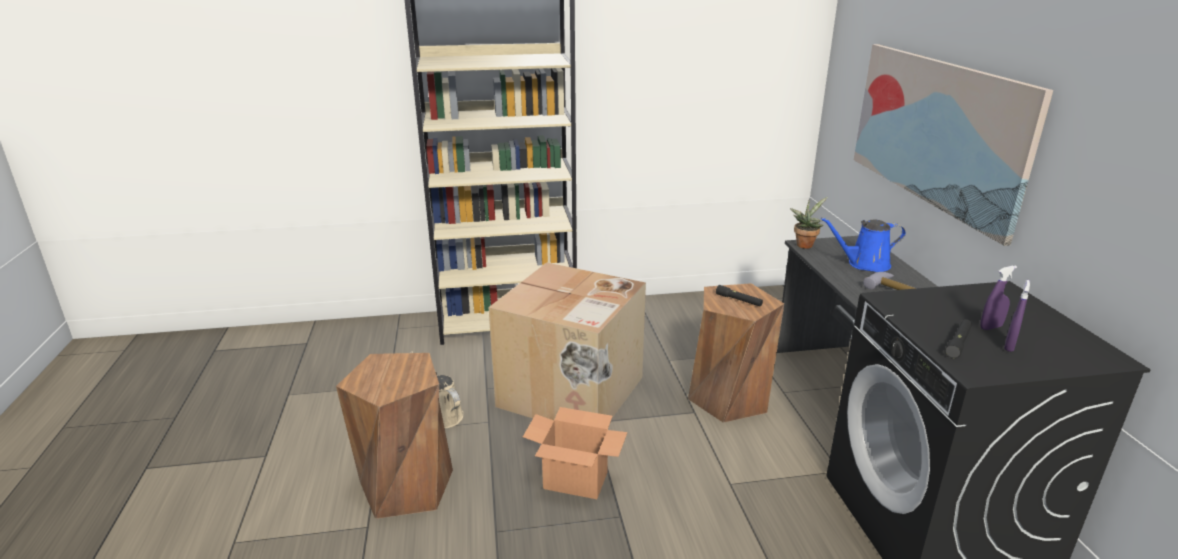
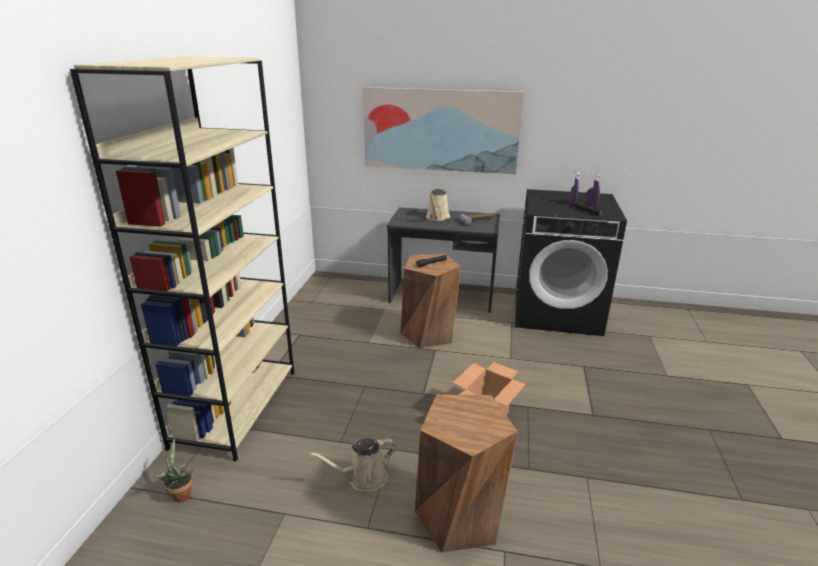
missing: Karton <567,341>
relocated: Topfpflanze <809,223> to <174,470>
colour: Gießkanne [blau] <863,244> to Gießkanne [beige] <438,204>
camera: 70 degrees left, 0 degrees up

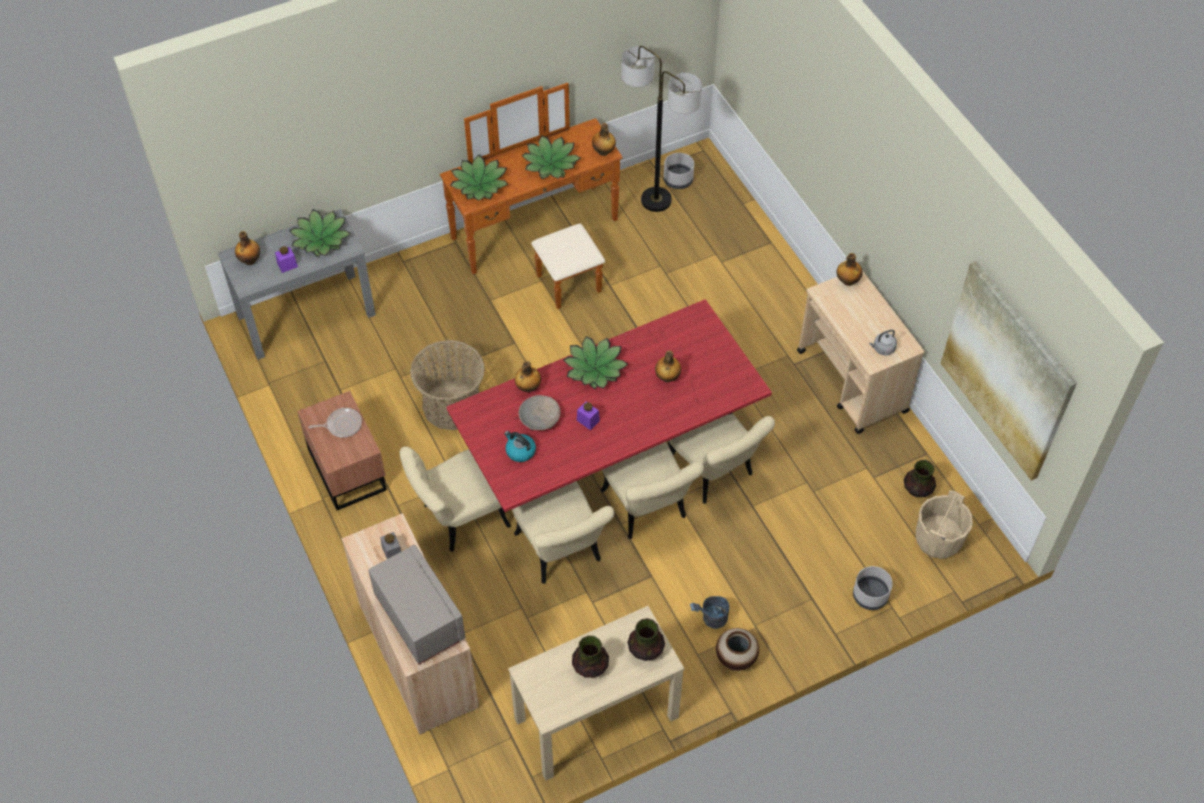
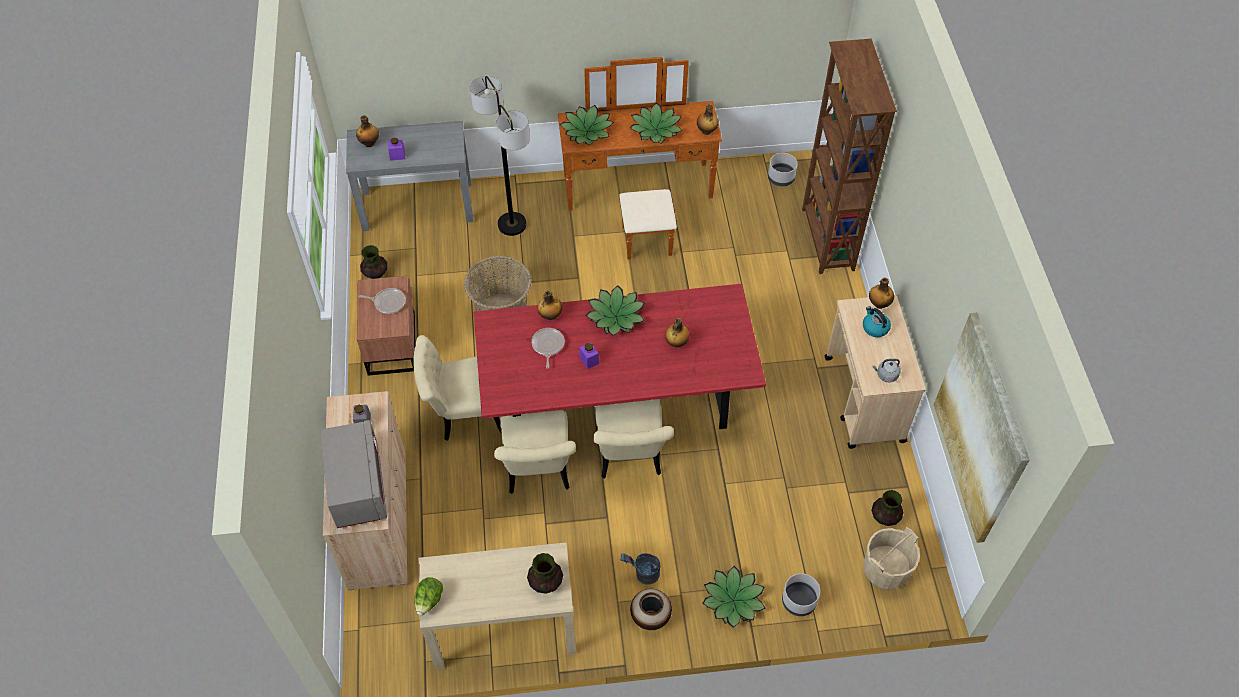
missing: Stuhl [beige] <721,458>
appeared: Bücherregal [braun] <849,156>; Salatkopf <428,596>
relocated: Stehlampe <661,129> to <500,156>; Topfpflanze <320,233> to <734,597>; Wasserkessel <520,446> to <877,321>; Vase <590,657> to <373,262>
exchanged: Schüssel [beige] <540,412> to Pfanne <548,348>
camera: 20 degrees right, 0 degrees up

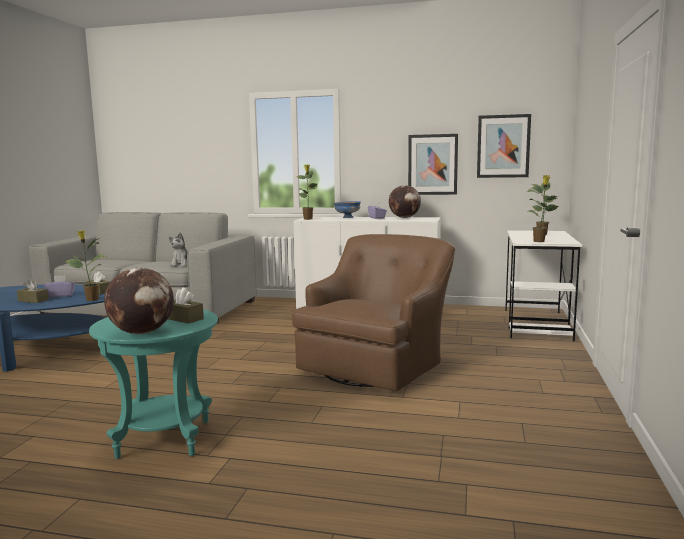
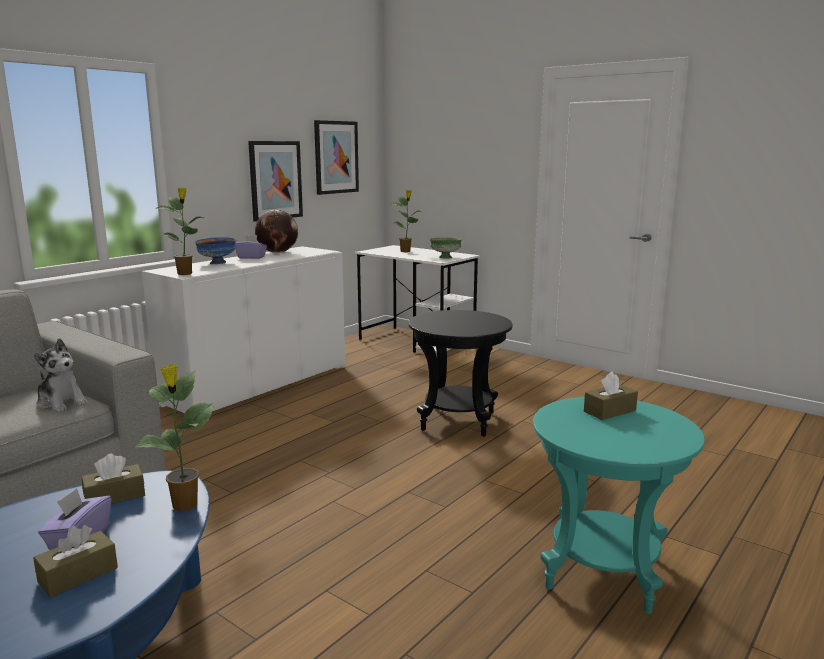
missing: Globus <139,301>
exchanged: Topfpflanze <543,209> to Schüssel [grün] <446,248>; Sessel [braun] <373,312> to Beistelltisch [schwarz] <460,373>
camera: 65 degrees left, 5 degrees up

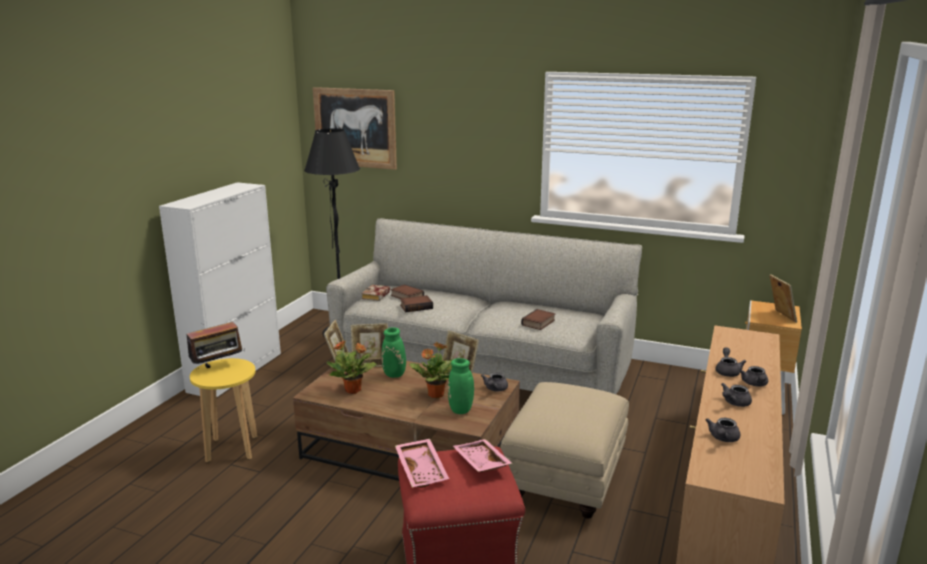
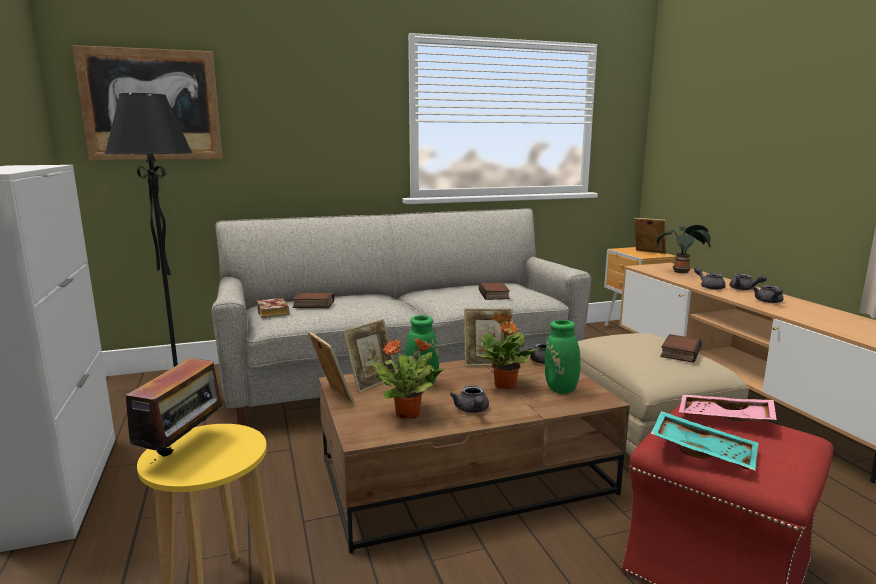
appeared: Topfpflanze <684,249>
relocated: Buch <416,303> to <681,348>; Teekanne [grau] <723,430> to <469,399>
colour: Tablett [rosa] <422,463> to Tablett [türkis] <704,440>
camera: 40 degrees left, 5 degrees down

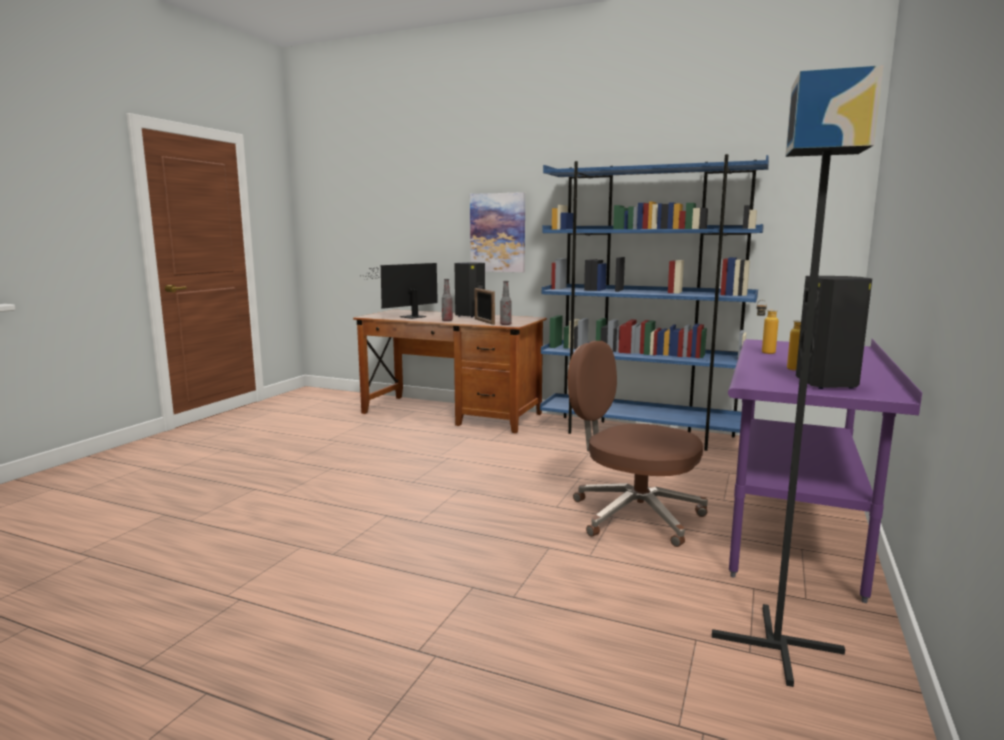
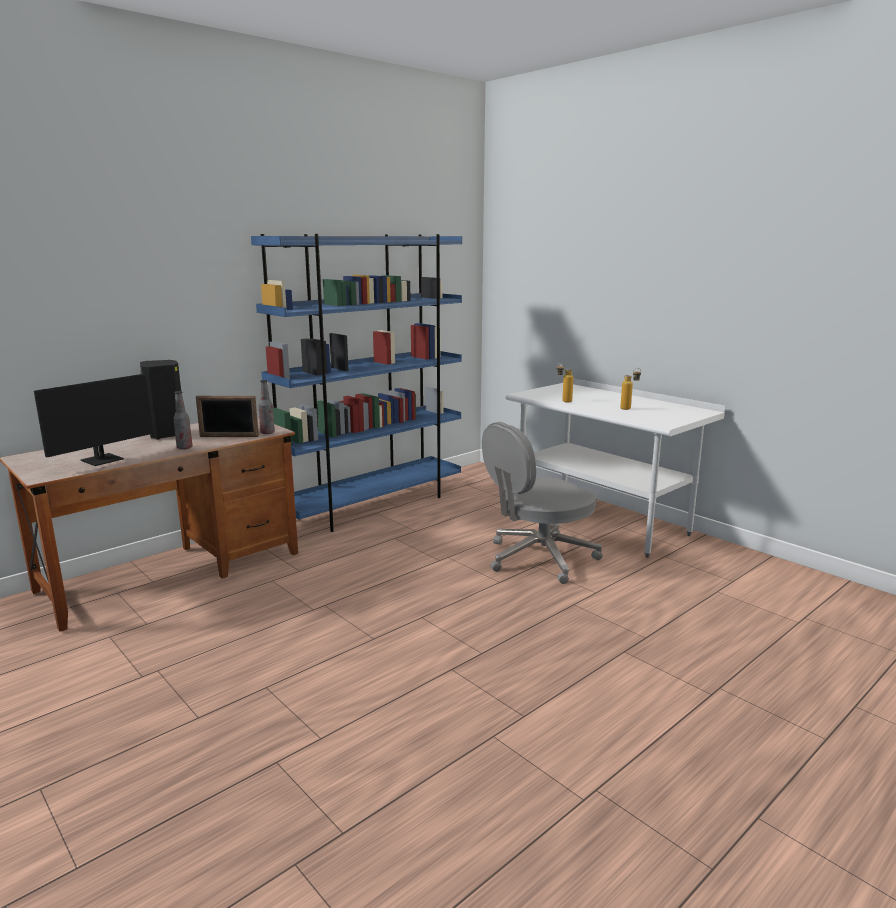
missing: Stehlampe [schwarz] <798,376>; Bild <497,232>; Lautsprecher [schwarz] <834,332>
colour: Schreibtisch [lila] <825,471> to Schreibtisch [weiß] <615,468>; Bürostuhl [braun] <638,444> to Bürostuhl [grau] <542,503>
spun: Monitor <399,291> = <105,420> 120 degrees counterclockwise
camera: 65 degrees left, 5 degrees up

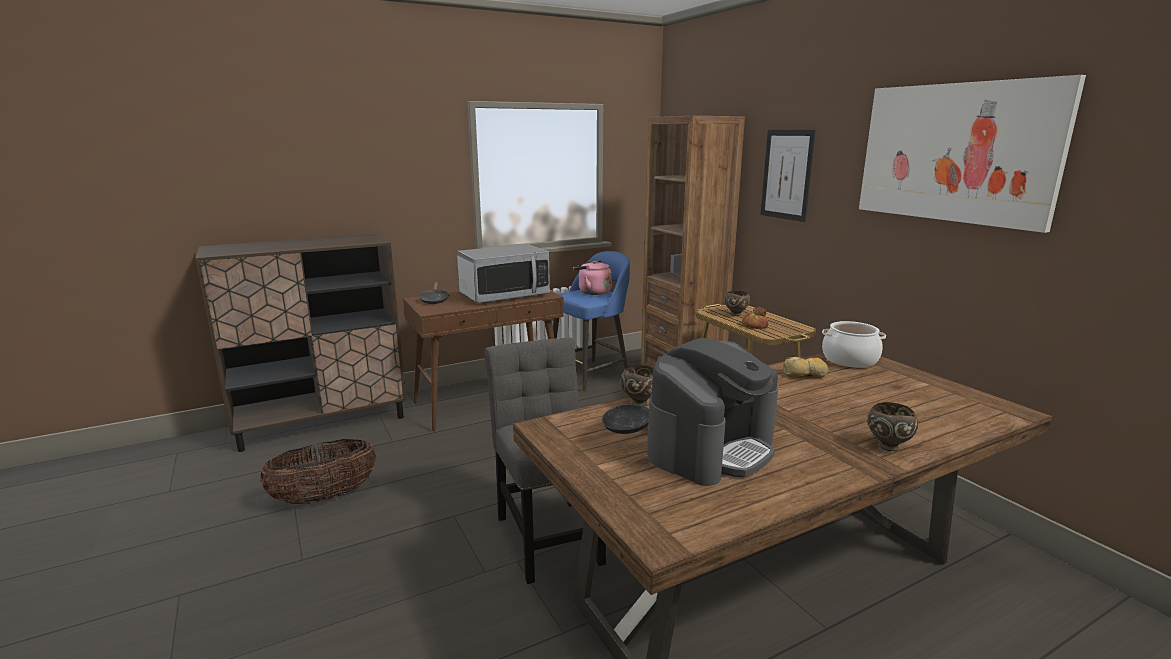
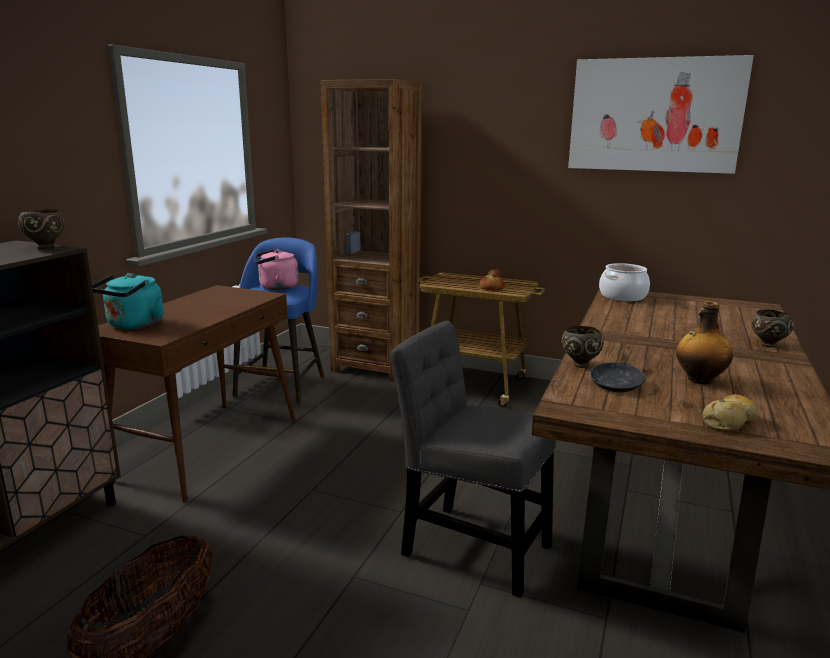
missing: Bild <788,176>; Mikrowelle <503,273>
relocated: Schüssel [braun] <737,303> to <41,229>; Brot <805,367> to <730,413>
exchanged: Pfanne [schwarz] <434,293> to Wasserkessel [türkis] <128,301>; Kaffeemaschine <712,412> to Flasche <704,343>
camera: 40 degrees left, 0 degrees up

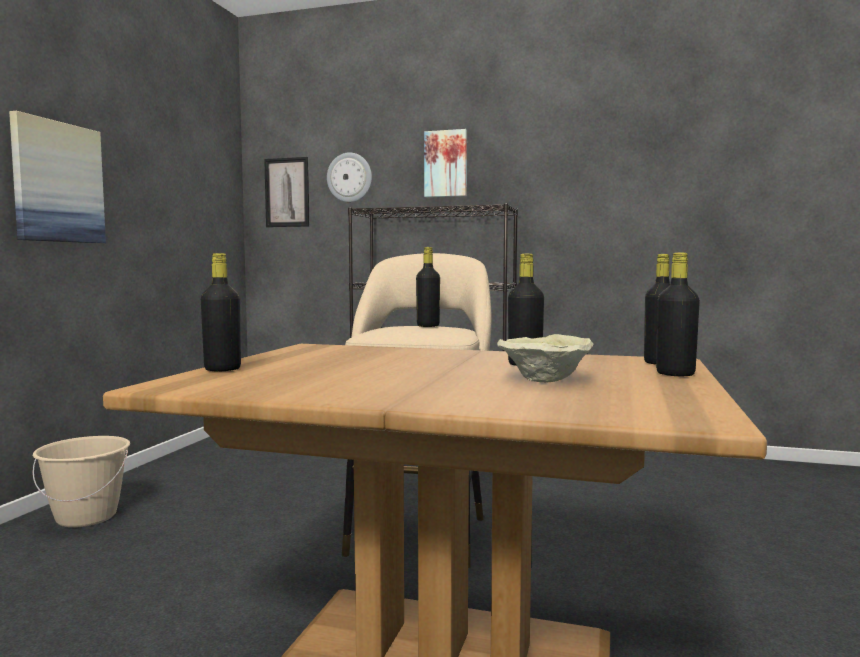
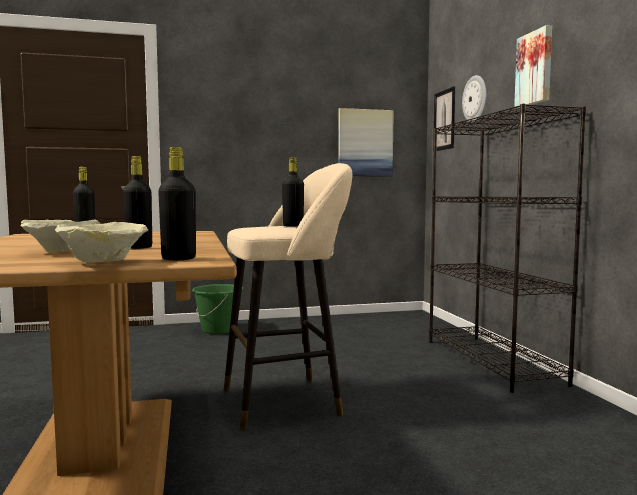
relocated: Bild <57,177> to <366,142>
exchanged: Flasche [schwarz] <678,314> to Schüssel [beige] <101,242>
colour: Eimer [beige] <81,482> to Eimer [grün] <217,309>
camera: 60 degrees right, 0 degrees up

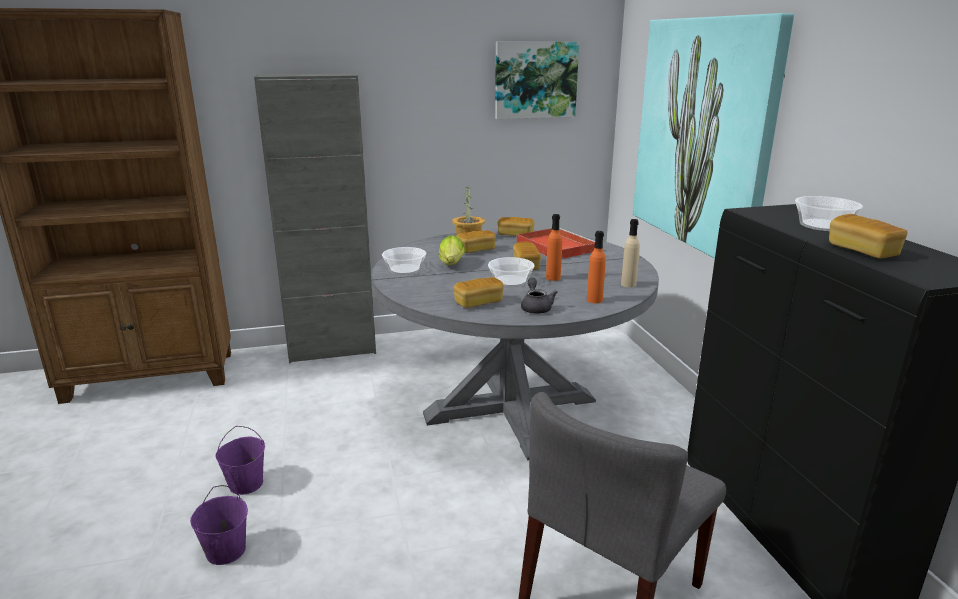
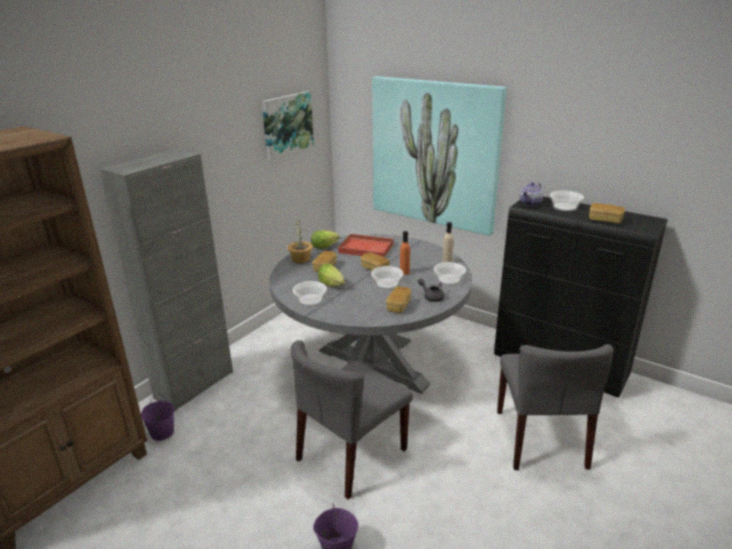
appeared: Teekanne <531,194>; Stuhl [grau] <352,419>
relocated: Eimer [lila] <240,460> to <157,418>
exchanged: Brot <516,226> to Salatkopf <325,239>; Flasche [orange] <596,267> to Schüssel <450,273>
camera: 40 degrees left, 5 degrees up

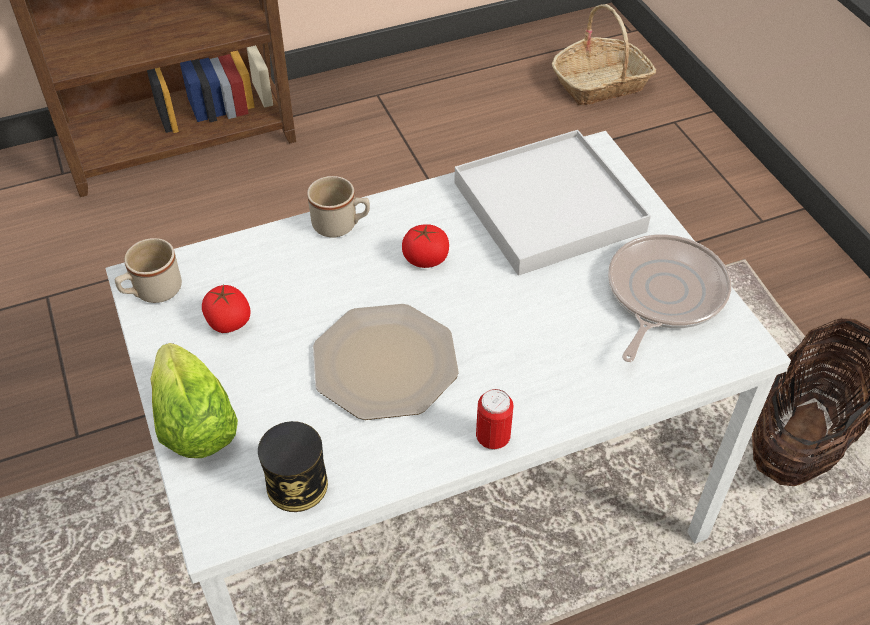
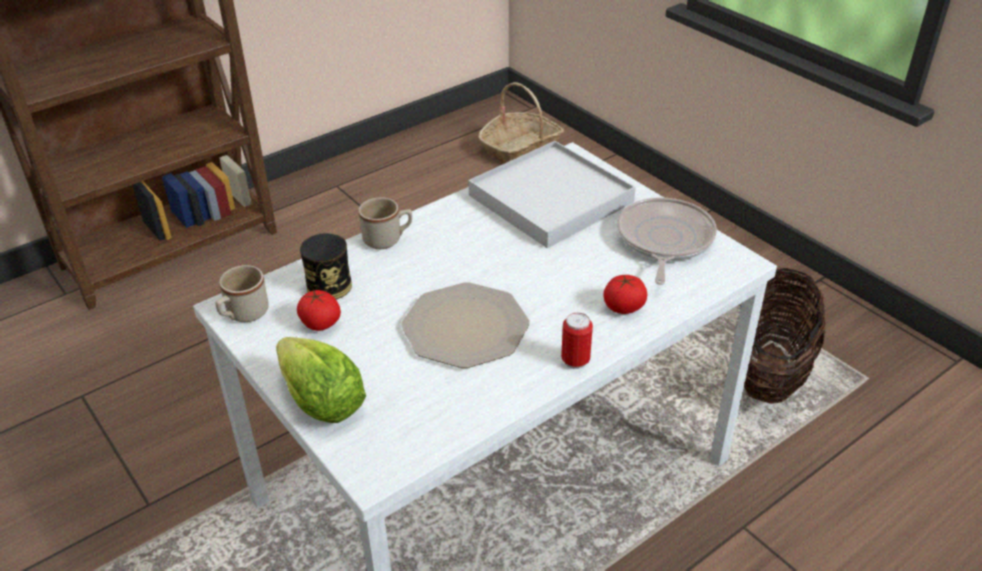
relocated: Tomate <425,246> to <625,294>; Dose <293,466> to <326,266>
camera: 15 degrees left, 10 degrees down

